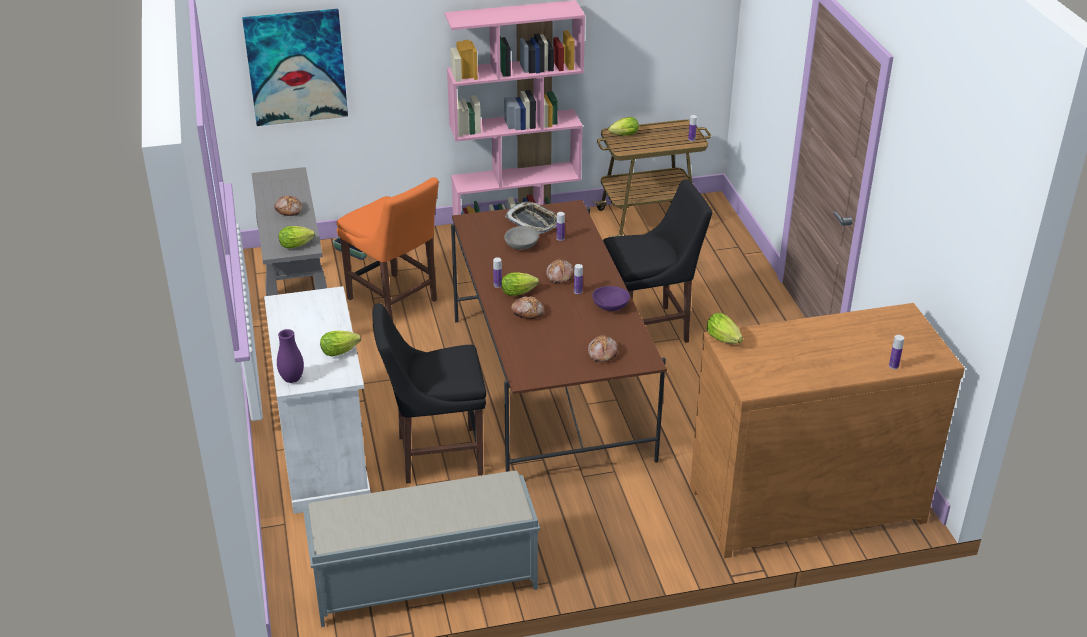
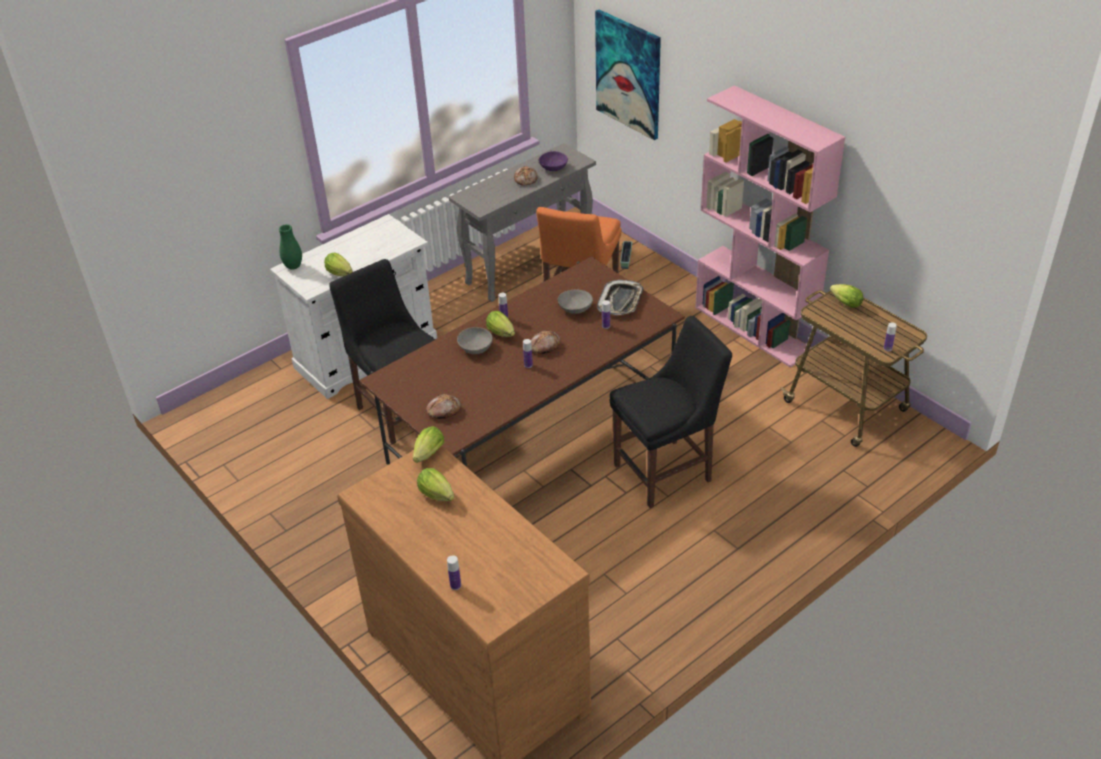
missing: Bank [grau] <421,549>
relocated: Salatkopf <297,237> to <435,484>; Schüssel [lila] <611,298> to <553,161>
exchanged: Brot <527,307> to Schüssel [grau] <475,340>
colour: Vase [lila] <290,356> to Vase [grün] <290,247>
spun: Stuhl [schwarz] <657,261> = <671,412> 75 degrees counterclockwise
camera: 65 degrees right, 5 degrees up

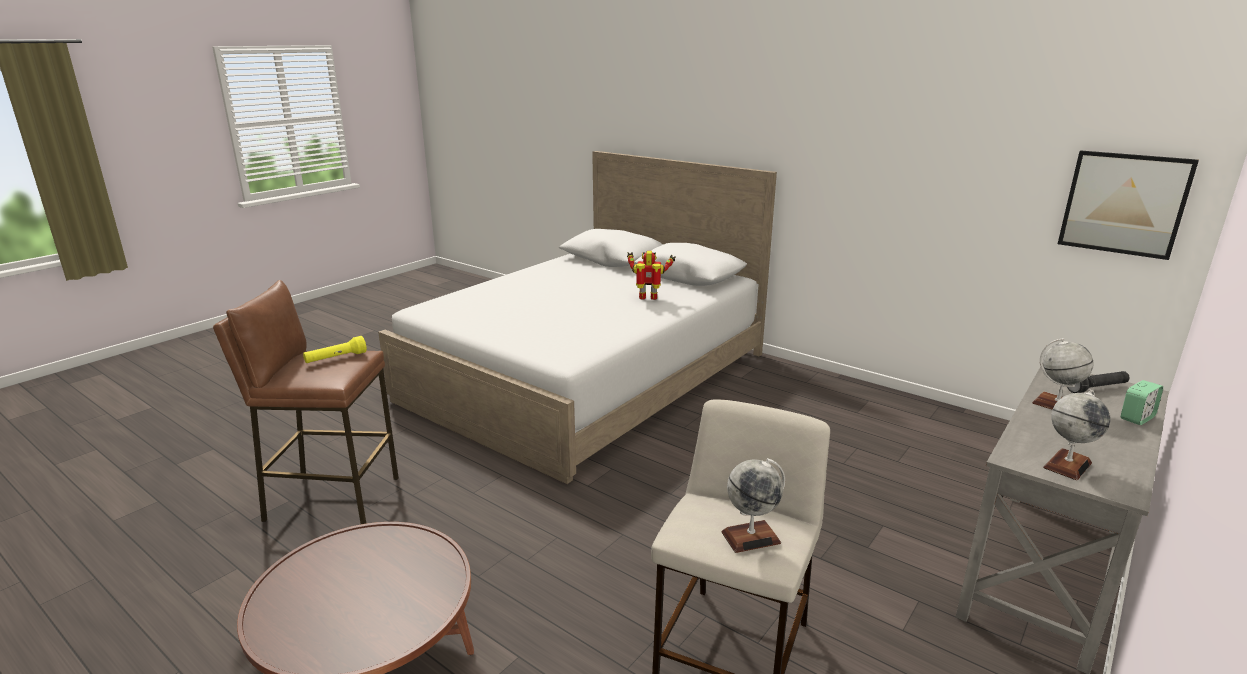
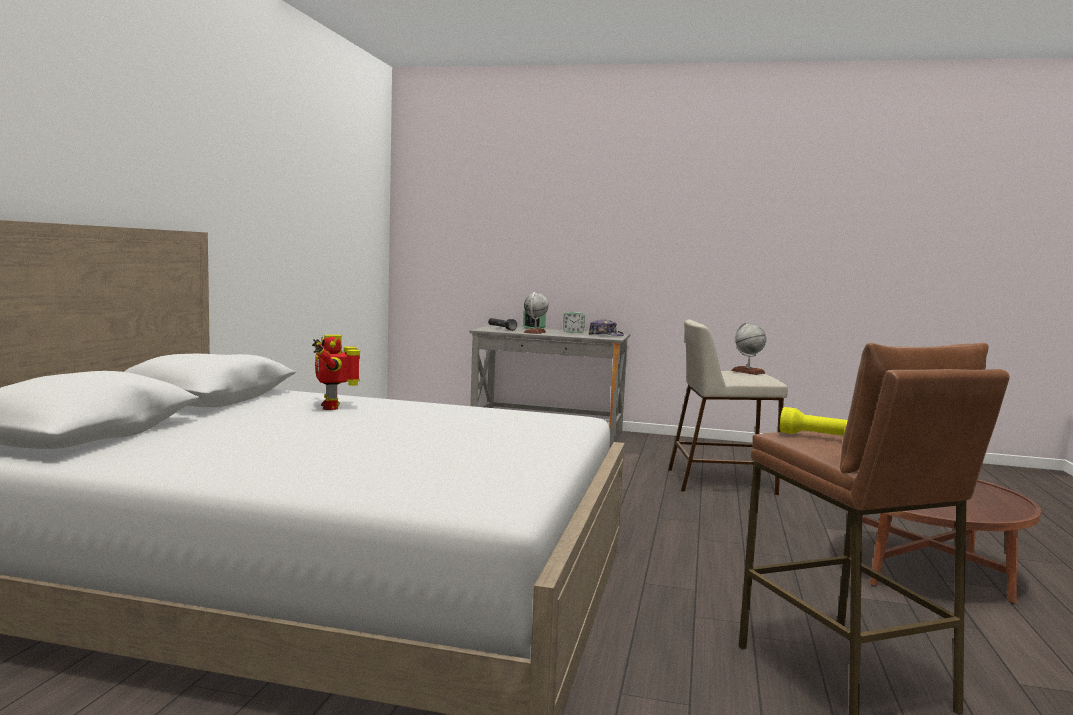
missing: Bild <1128,205>
appeared: Wecker <574,322>
exchanged: Globus <1076,434> to Kappe <606,327>
camera: 115 degrees left, 15 degrees down

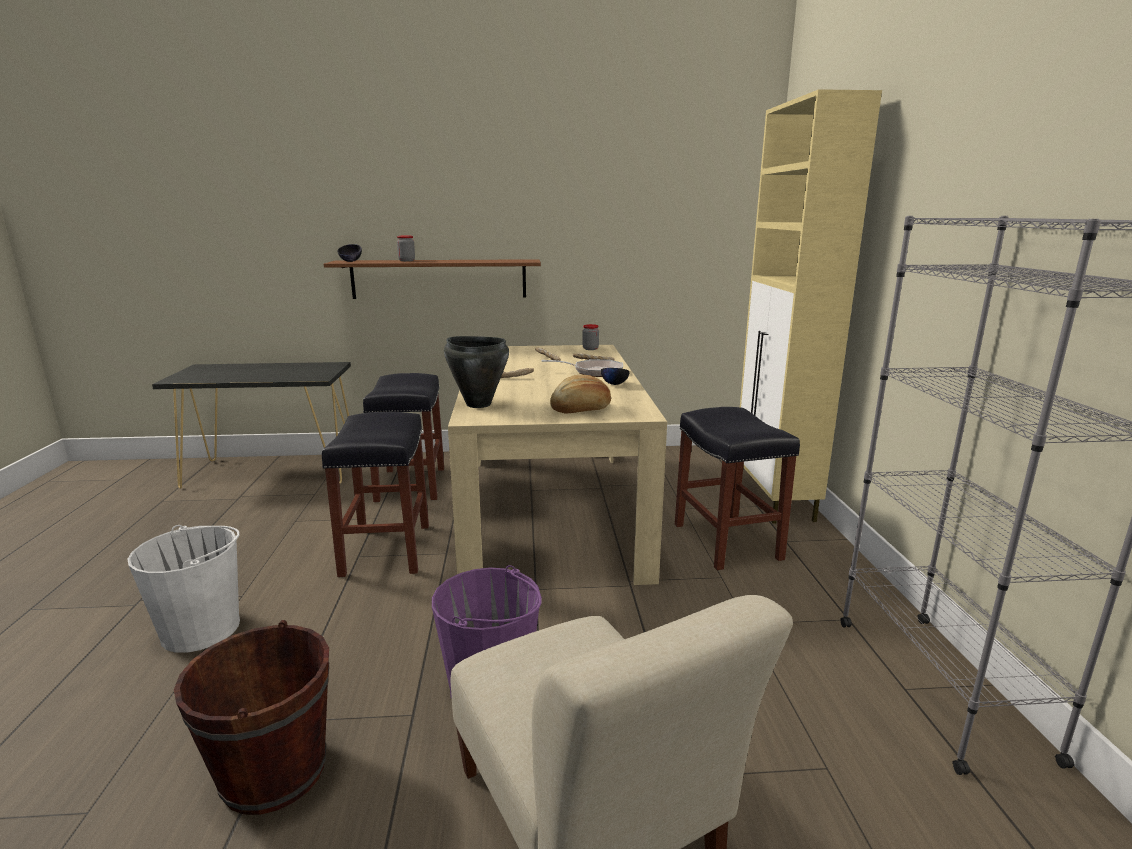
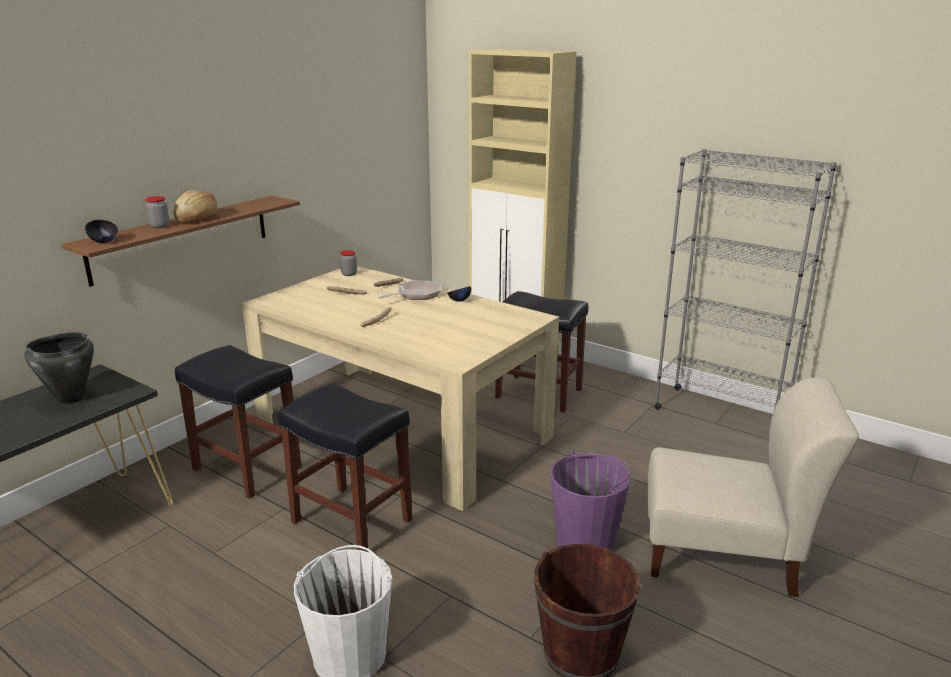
relocated: Kochtopf [schwarz] <476,372> to <59,368>; Brot <580,394> to <195,206>
camera: 50 degrees left, 5 degrees up

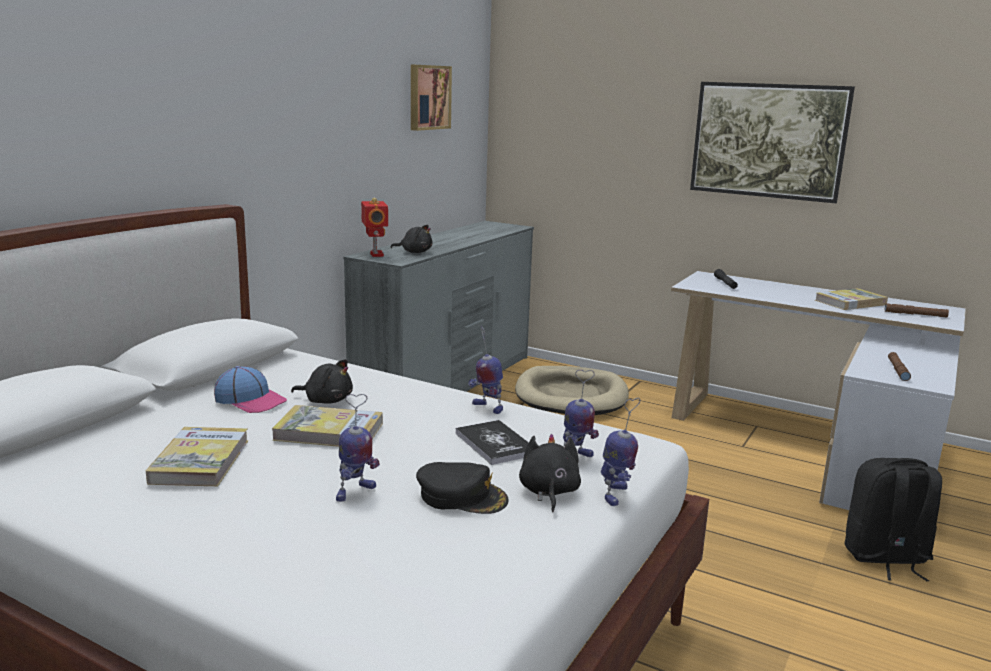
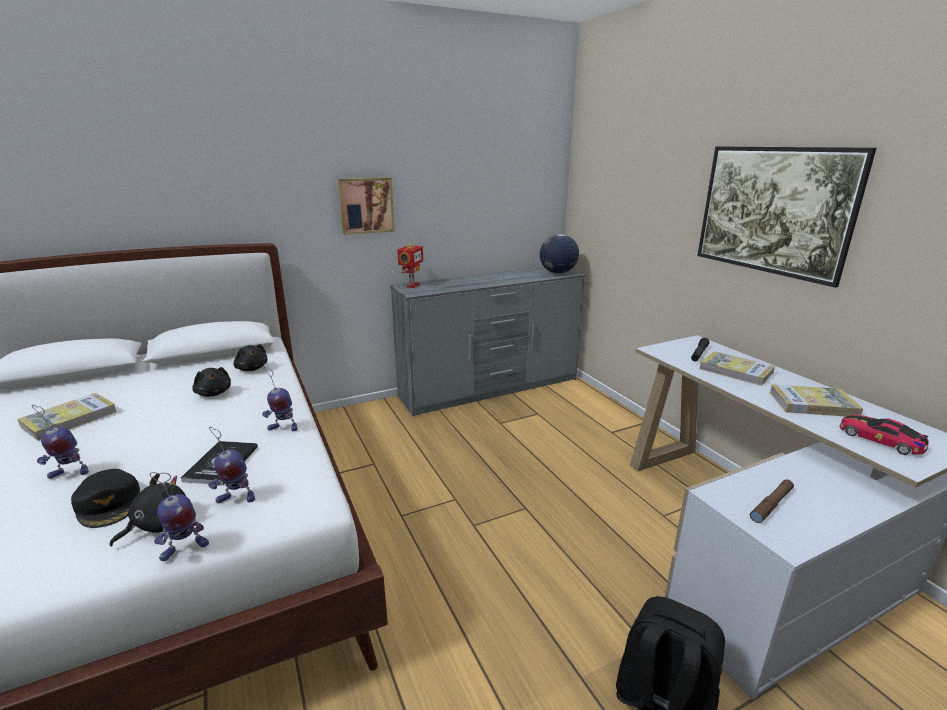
missing: Kappe <250,389>; Hundebett [beige] <572,390>
appeared: Globus <559,254>
relocated: Bild <431,98> to <366,206>; Plüschtier [schwarz] <412,239> to <250,357>; Buch <327,426> to <737,368>
exchanged: Taschenlampe [braun] <917,310> to Spielzeugauto <884,435>
spun: Spielzeugroboter <485,369> = <280,399> 75 degrees counterclockwise
camera: 35 degrees right, 5 degrees up

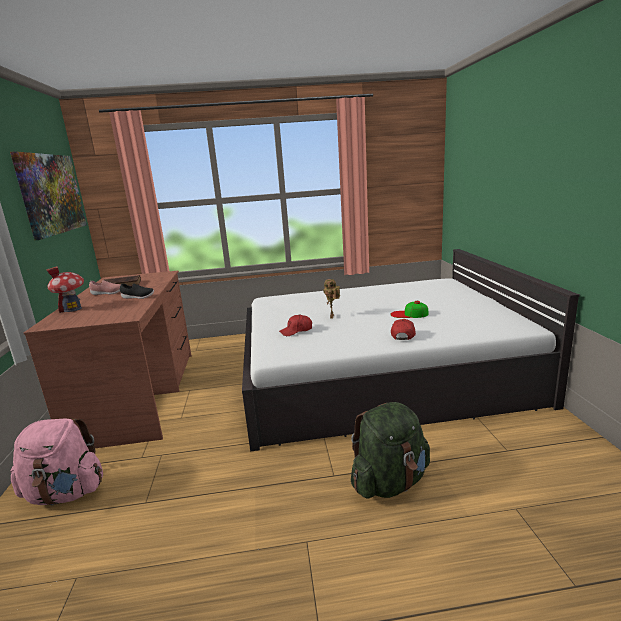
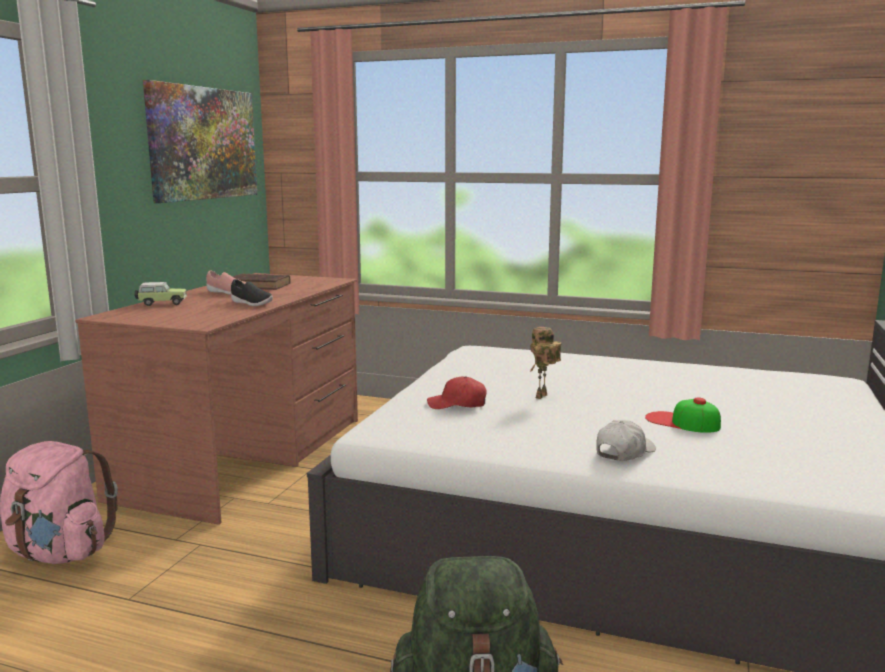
exchanged: Spielzeughaus <65,289> to Spielzeugauto <160,294>
colour: Kappe [rot] <403,329> to Kappe [weiß] <626,440>
camera: 25 degrees right, 5 degrees down

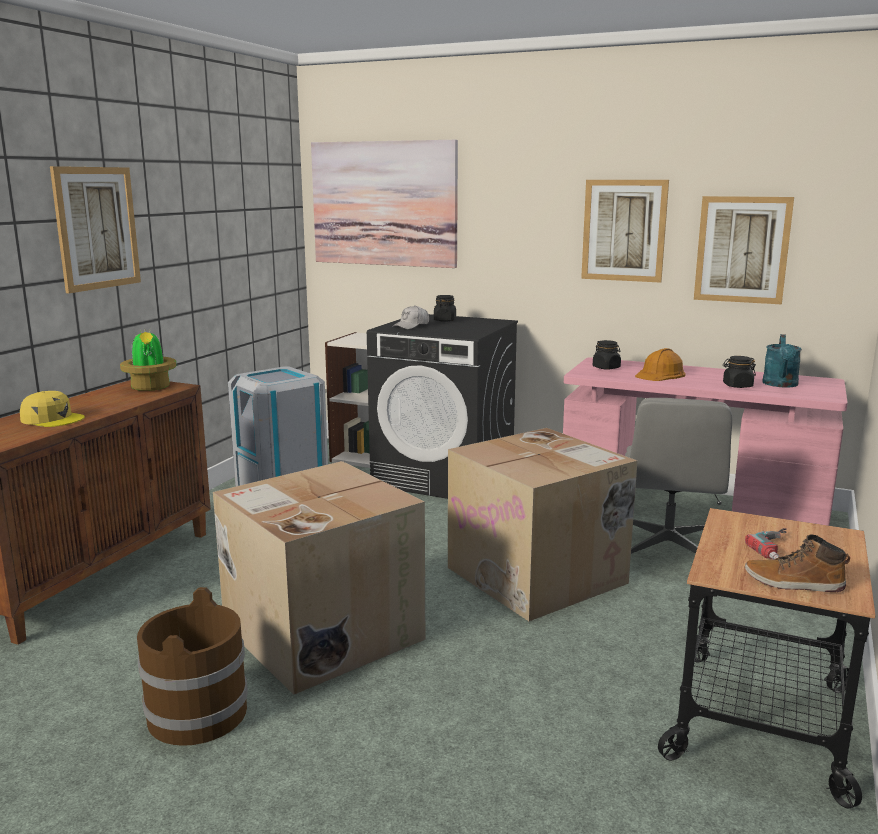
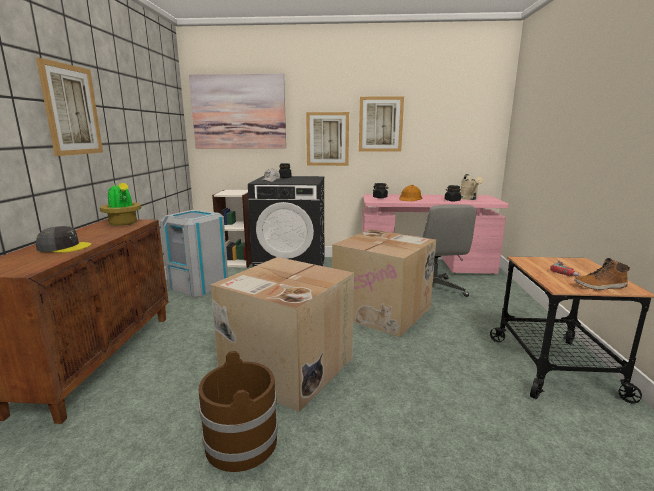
relocated: Bild <744,250> to <327,139>
colour: Gießkanne [türkis] <782,361> to Gießkanne [beige] <471,187>; Kappe [gelb] <52,409> to Kappe [grau] <64,239>
camera: 20 degrees left, 0 degrees up

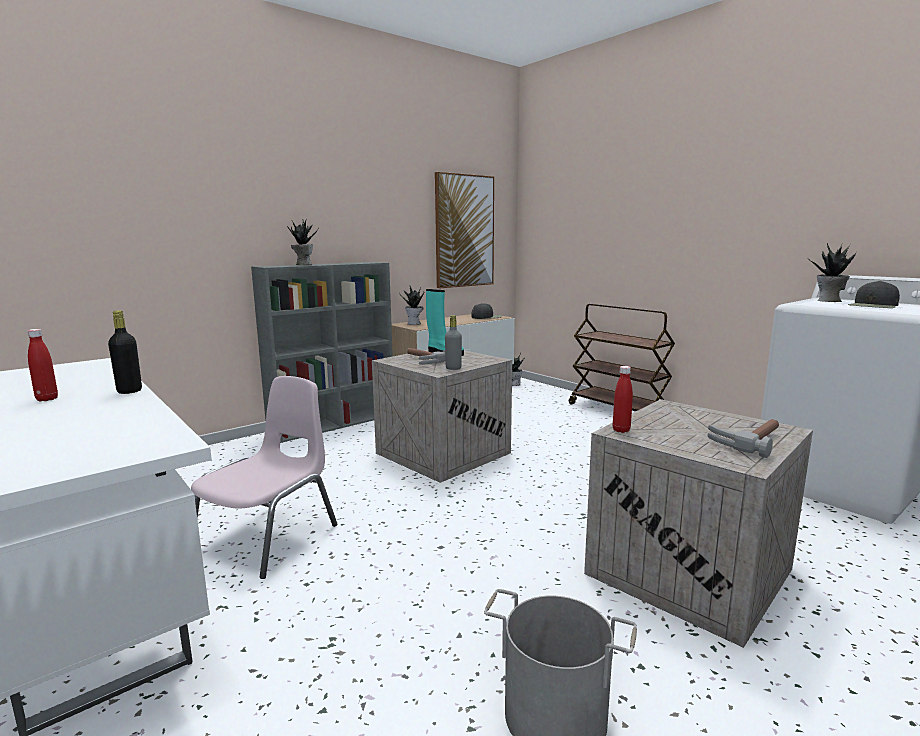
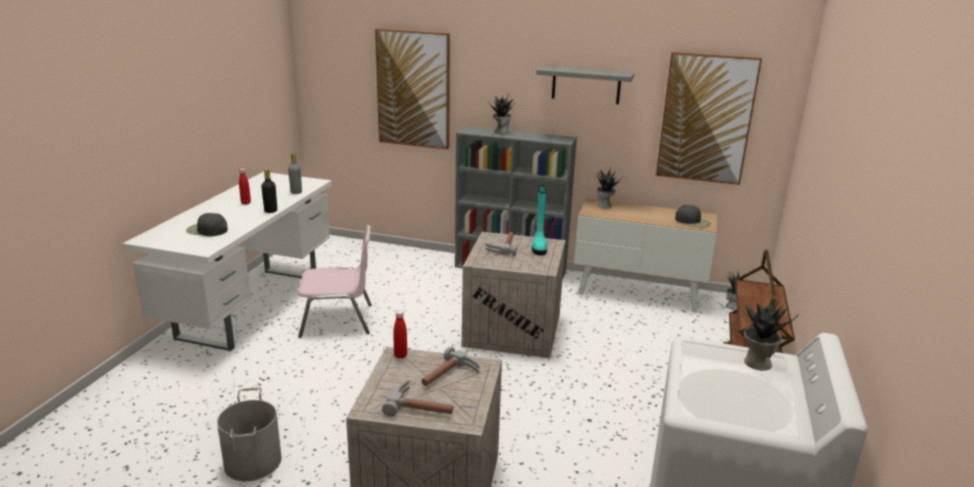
appeared: Bild <412,89>; Wandregal [grau] <585,85>; Hammer <451,366>
relocated: Kappe [schwarz] <874,294> to <207,224>; Flasche [grau] <453,342> to <295,173>
camera: 55 degrees right, 10 degrees up

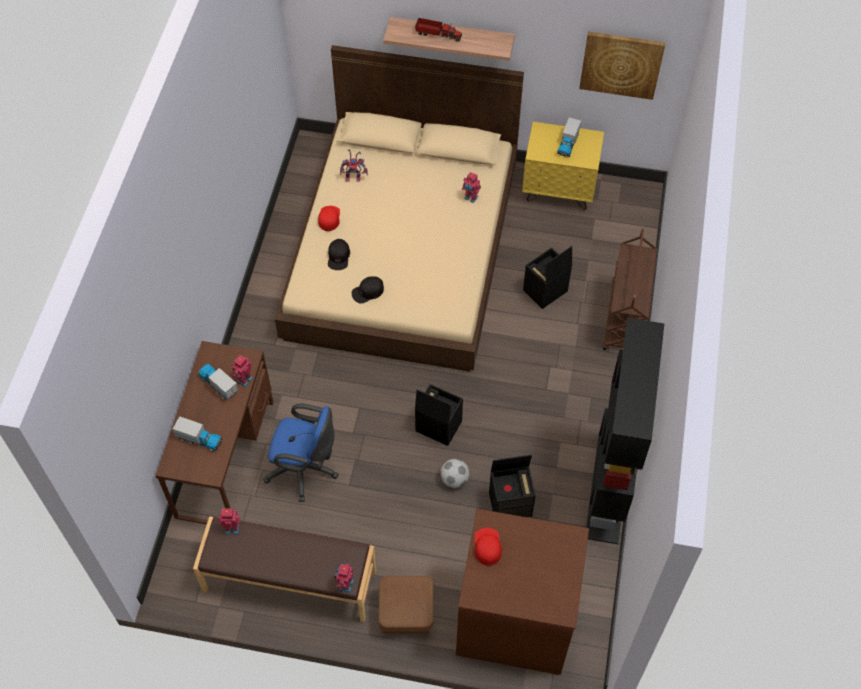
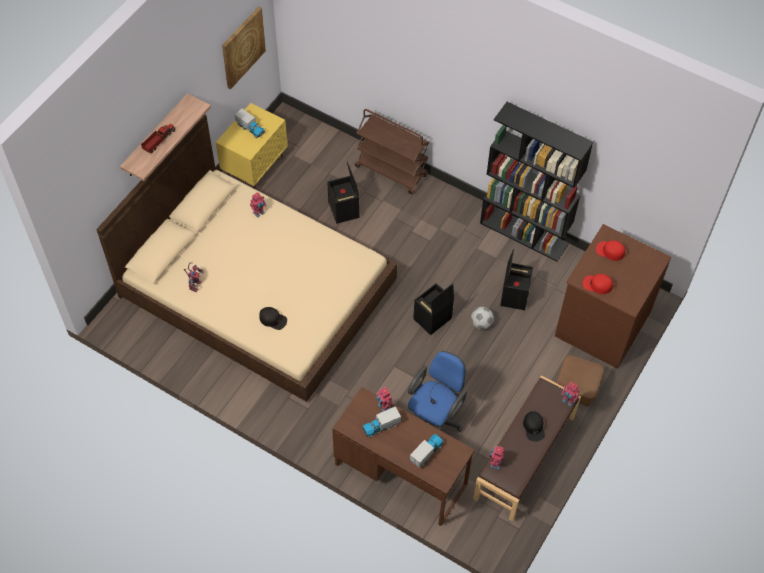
relocated: Kappe [rot] <329,218> to <610,251>; Kappe [schwarz] <368,290> to <534,426>
camera: 70 degrees left, 0 degrees up

